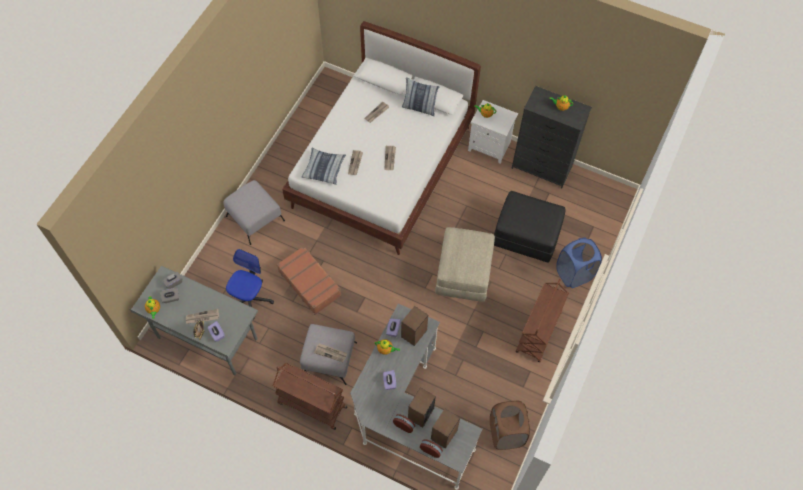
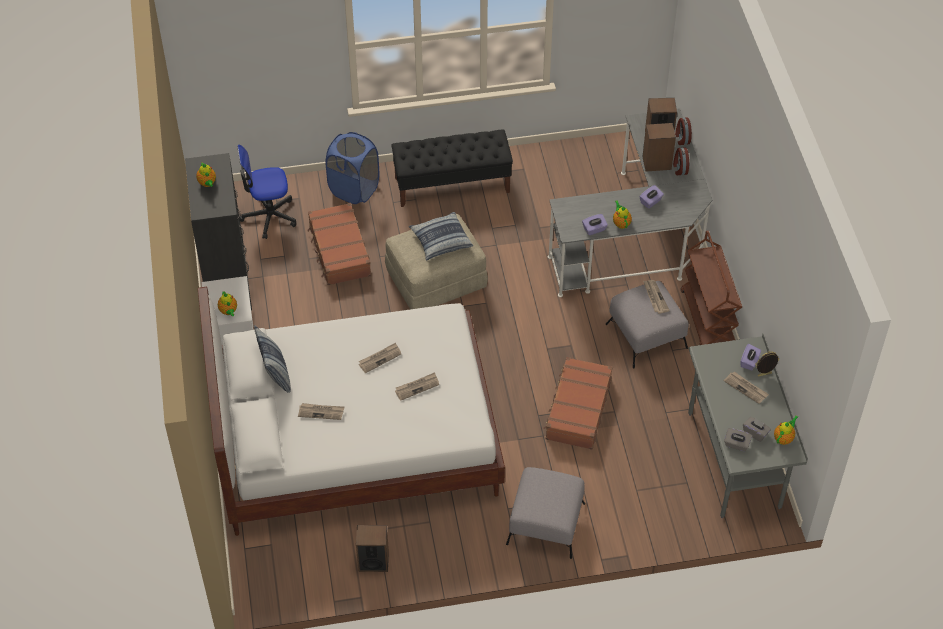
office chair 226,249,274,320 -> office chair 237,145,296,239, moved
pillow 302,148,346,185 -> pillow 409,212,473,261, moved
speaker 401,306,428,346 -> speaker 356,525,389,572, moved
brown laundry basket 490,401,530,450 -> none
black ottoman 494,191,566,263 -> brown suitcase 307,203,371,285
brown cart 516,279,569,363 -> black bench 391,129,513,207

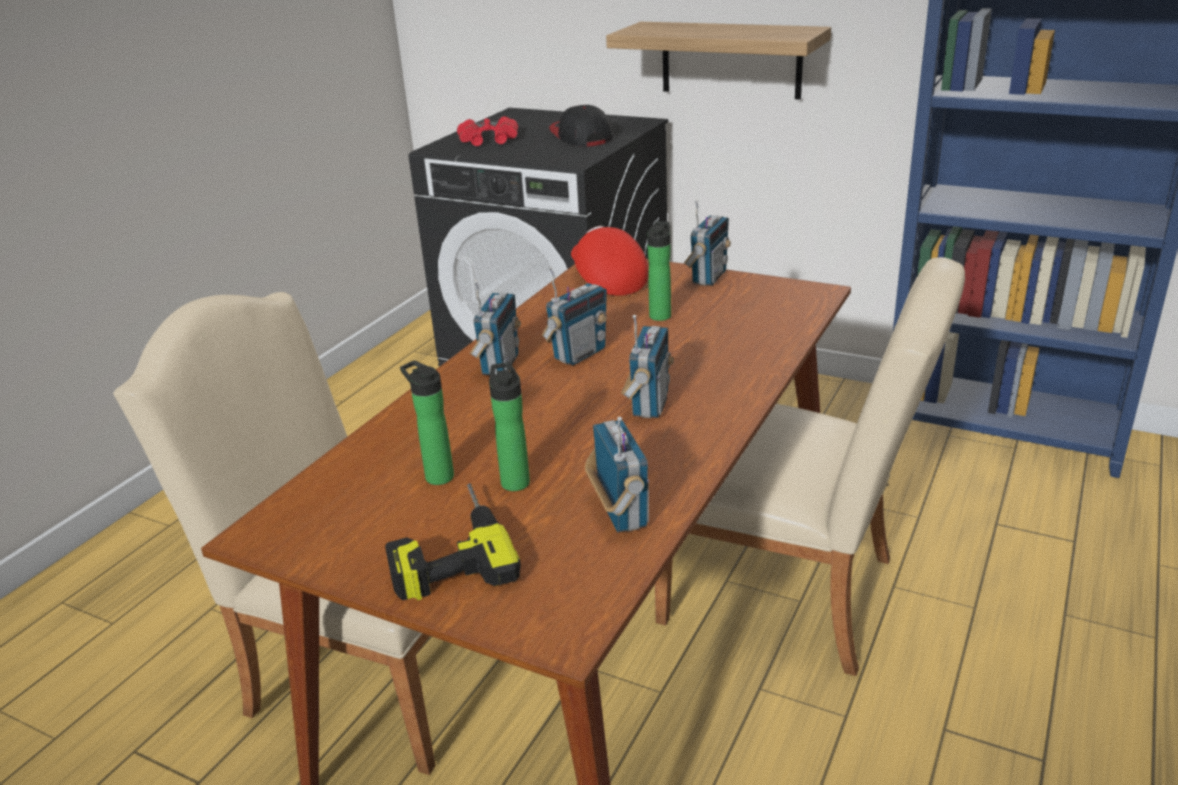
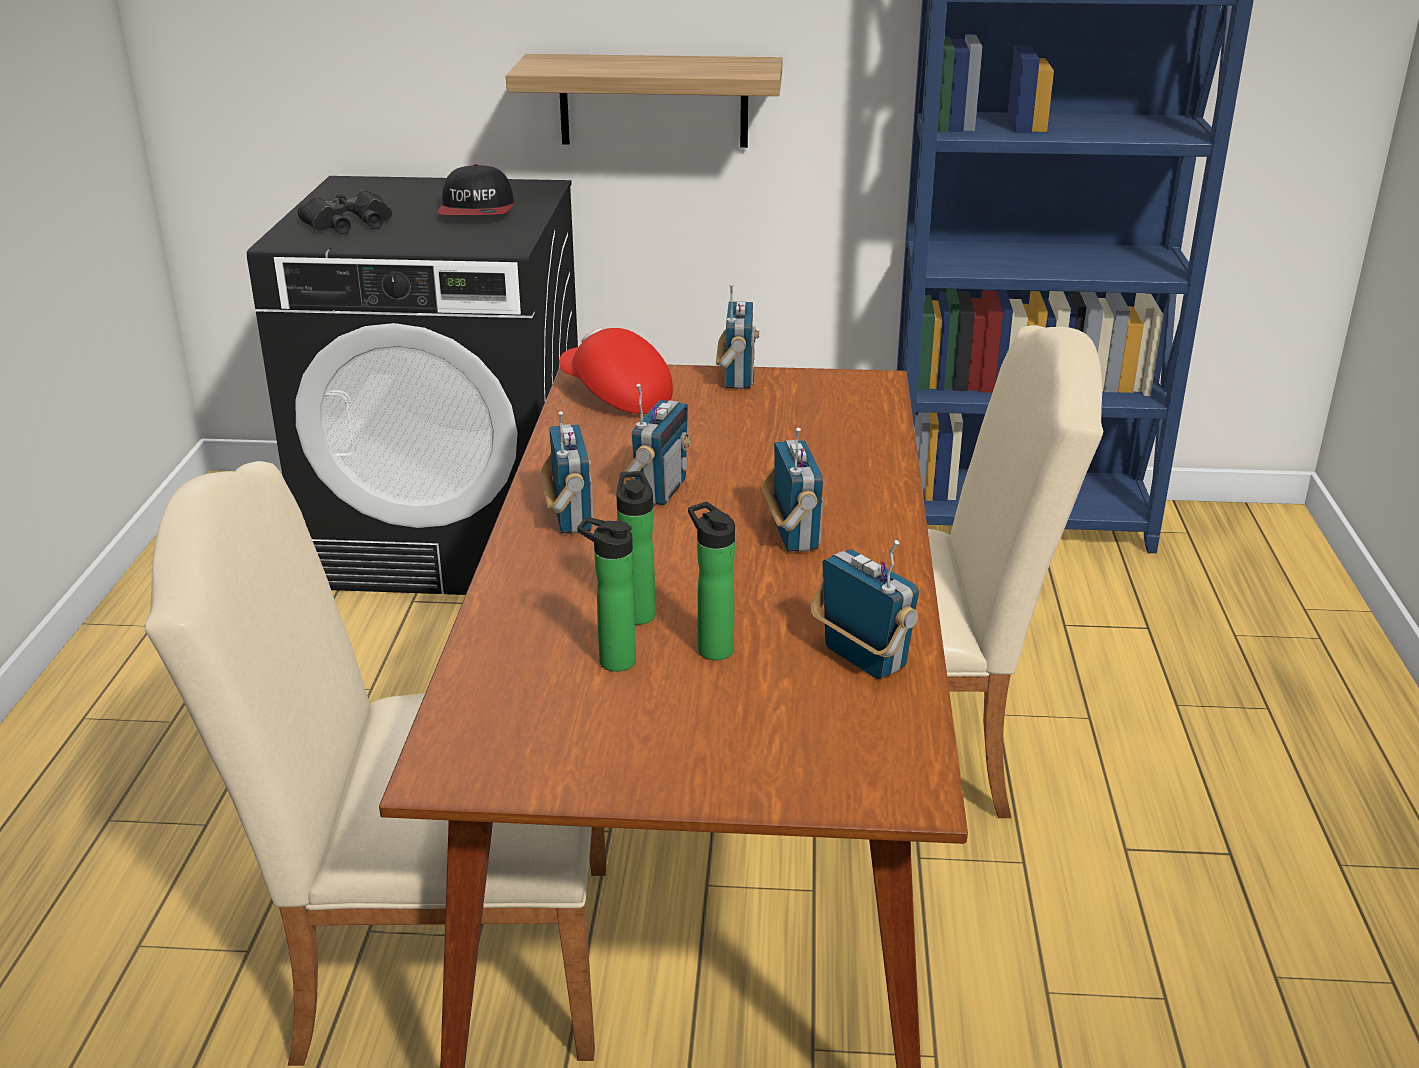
power drill 385,483,521,601 -> none
red binoculars 457,116,518,146 -> black binoculars 298,190,392,234
cap 549,105,614,147 -> cap 437,164,514,215, 135 degrees counterclockwise
bottle 647,221,671,321 -> bottle 616,471,655,625, moved

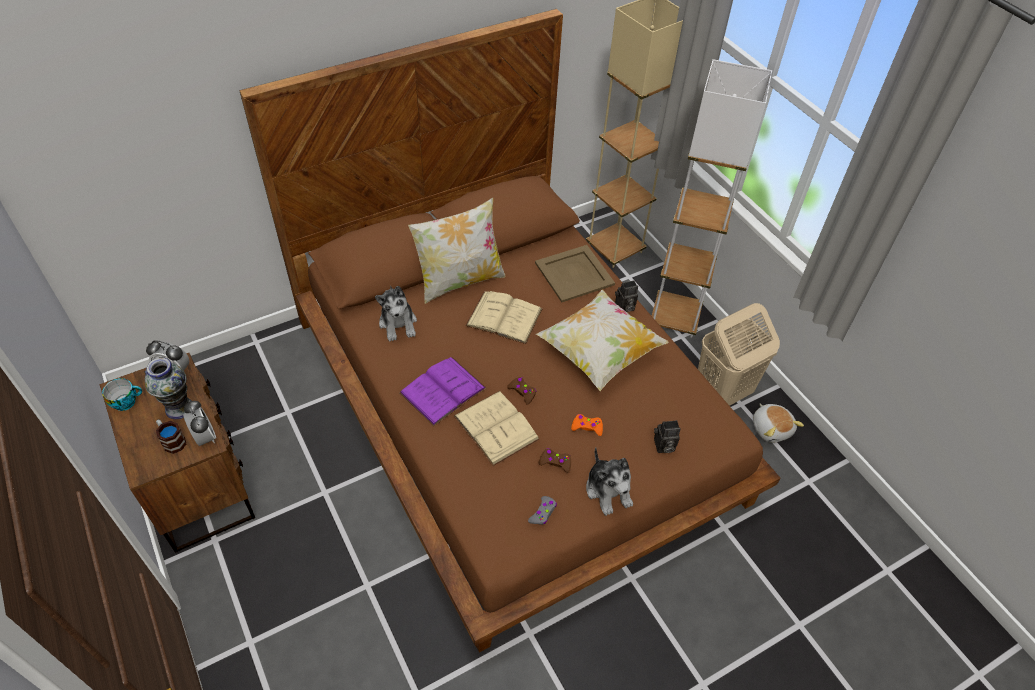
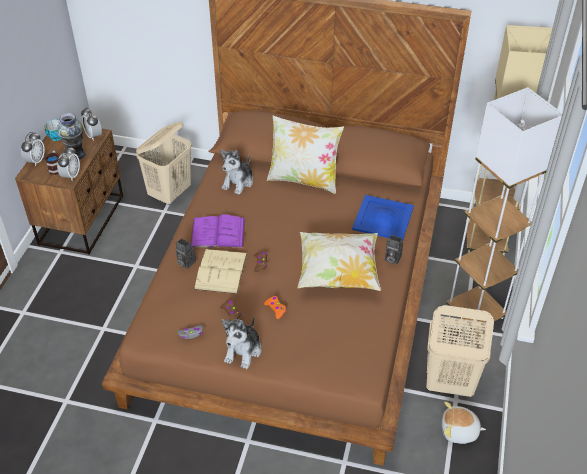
beige book 465,291,542,344 -> none
beige tray 535,245,615,303 -> blue tray 352,195,414,241
photo camera 654,420,681,453 -> photo camera 176,238,196,269, moved
plush toy 753,404,804,443 -> plush toy 442,401,486,444, 75 degrees clockwise
none -> alarm clock 21,132,45,166
none -> beige laundry basket 136,122,192,205

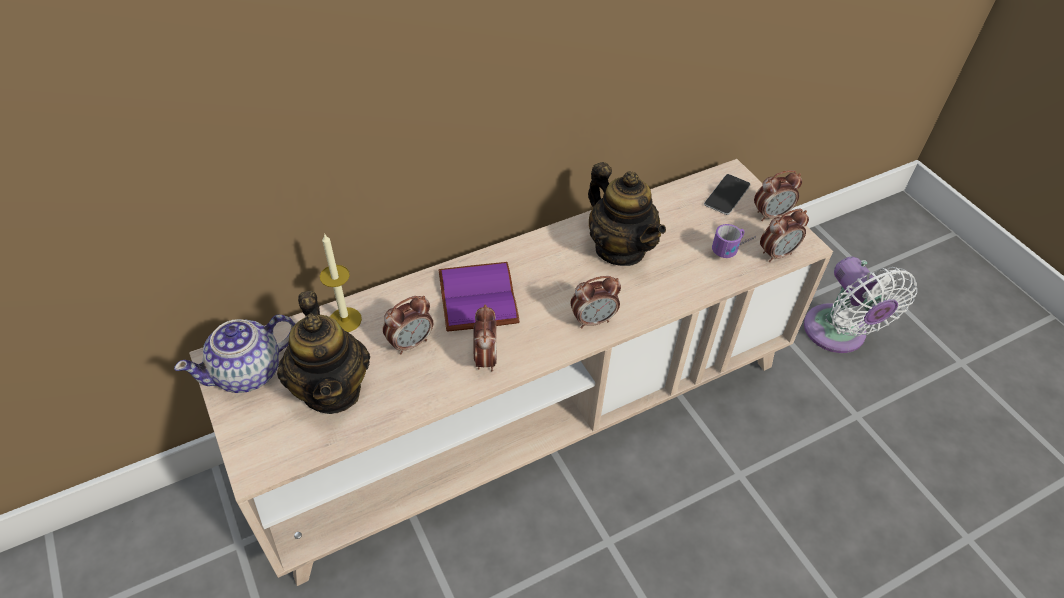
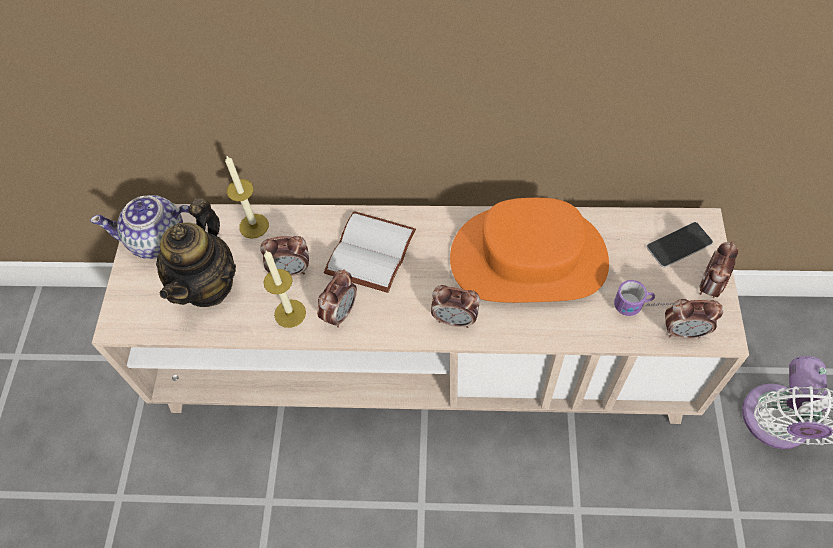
purple book 439,262,520,332 -> white book 324,211,416,293
teapot 588,162,666,266 -> orange hat 450,198,609,303
alarm clock 754,170,802,221 -> alarm clock 699,241,738,298, 105 degrees clockwise
none -> candle 263,251,306,328

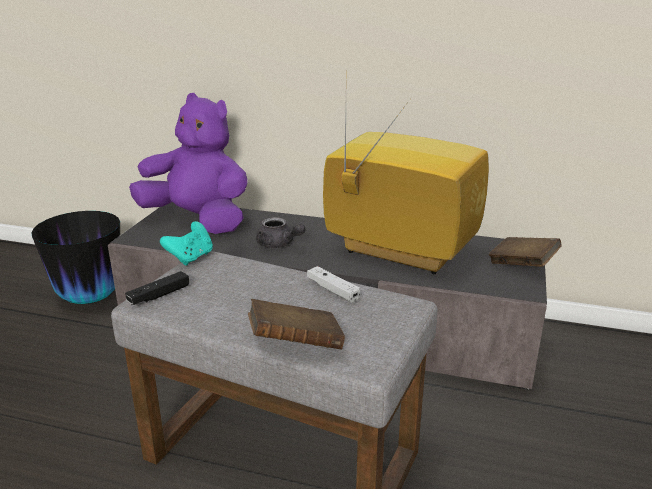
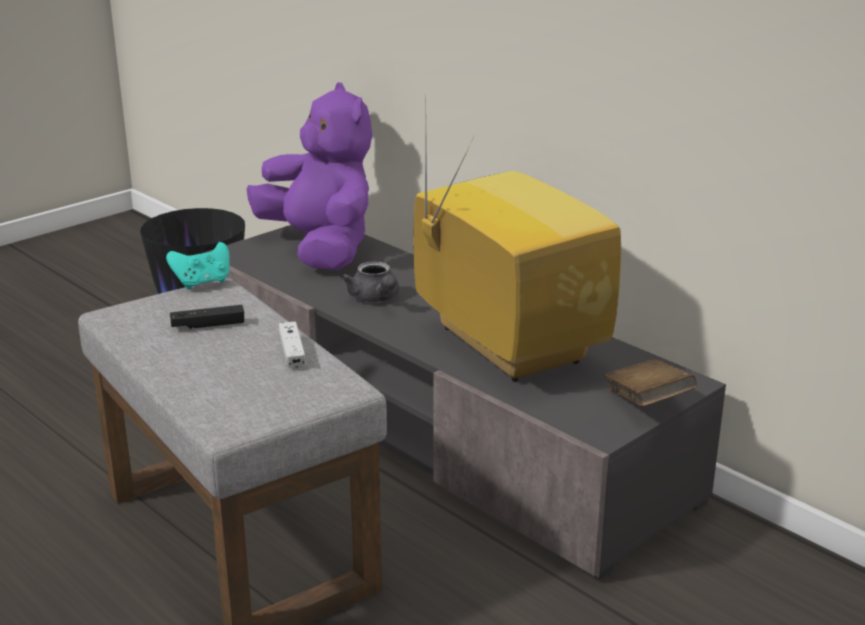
black game controller 125,271,189,305 -> black game controller 170,305,244,329, moved
brown book 248,299,345,349 -> none

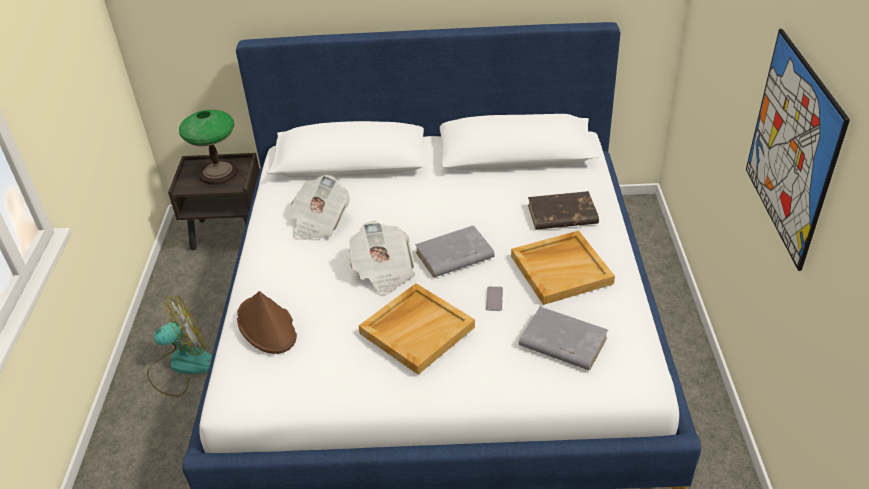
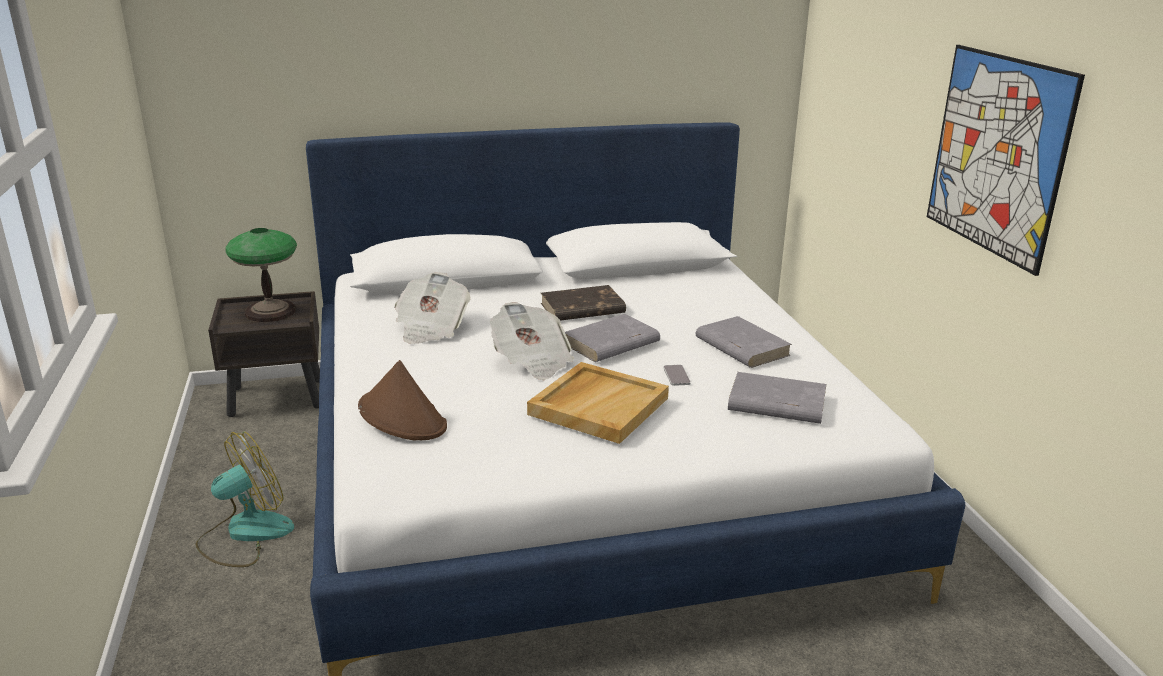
beige tray 511,230,615,305 -> grey book 695,316,792,368
brown book 528,191,599,230 -> brown book 541,285,626,321, moved

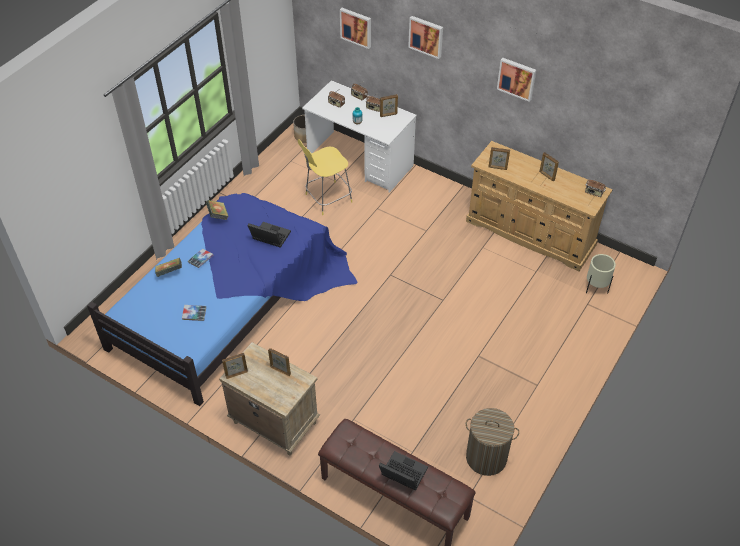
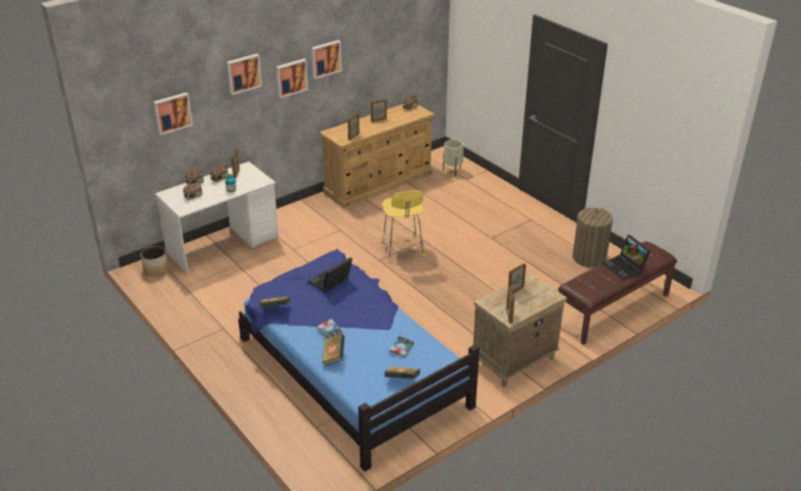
yellow stool 298,139,352,215 -> yellow stool 383,190,424,261, moved
laptop 379,451,428,491 -> laptop 603,235,651,280, 75 degrees counterclockwise
none -> picture 276,59,308,98
none -> book 384,367,420,379

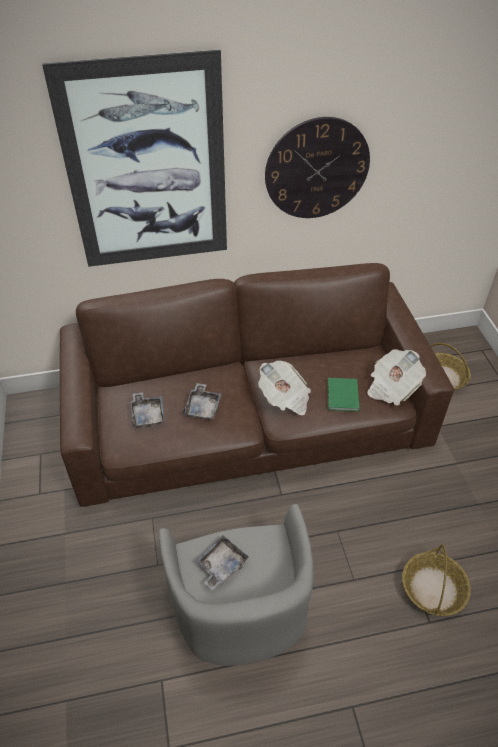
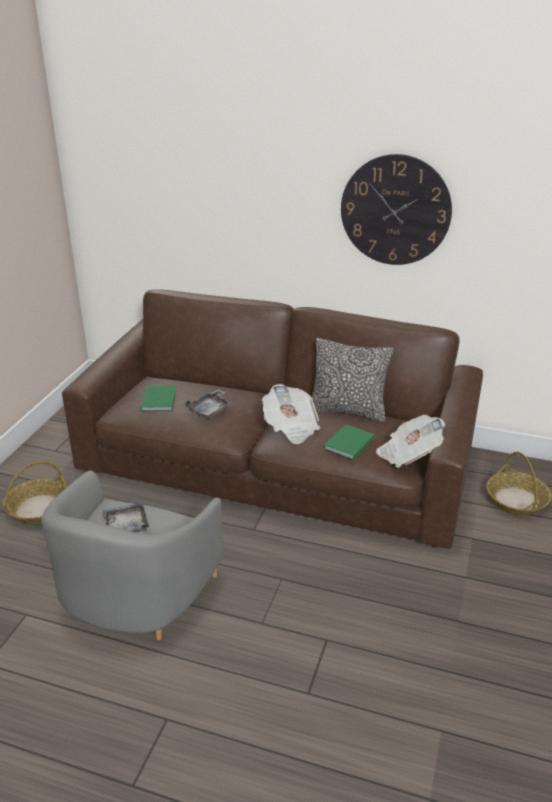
picture 42,50,227,267 -> none
grey tray 130,392,165,428 -> green book 141,386,176,411
basket 402,544,471,616 -> basket 3,461,67,524, moved
none -> pillow 312,338,394,422

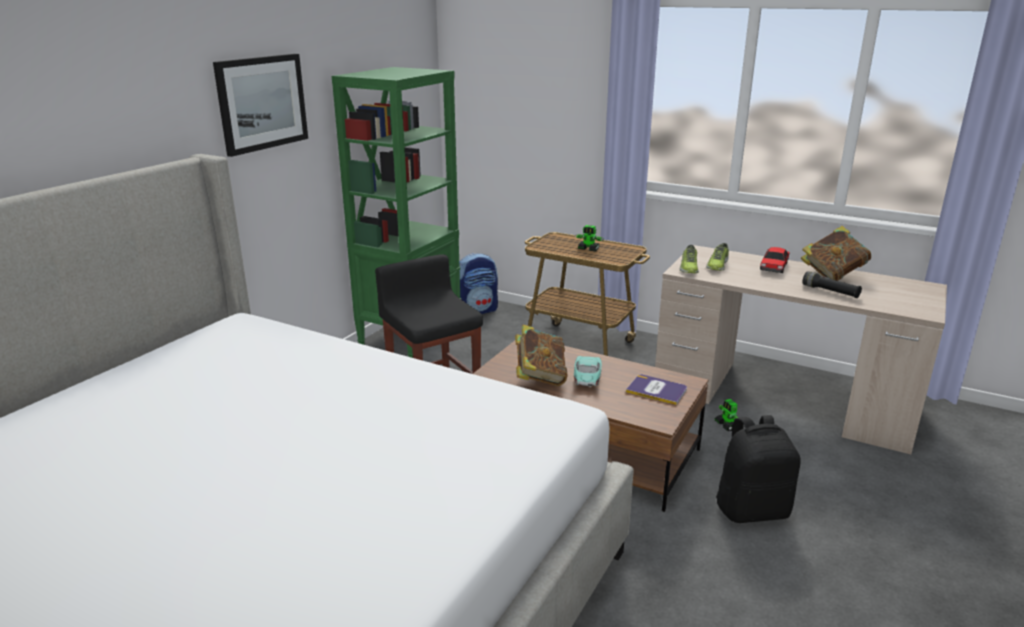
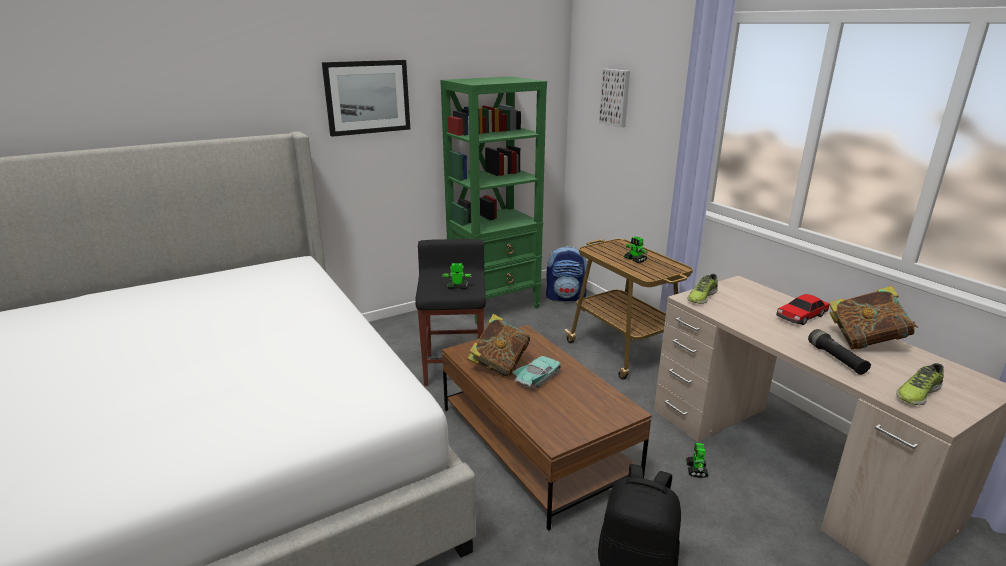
book 626,375,687,405 -> none
shoe 706,243,729,271 -> shoe 896,363,944,405, moved
none -> toy robot 442,263,472,289
none -> picture 599,69,630,127

